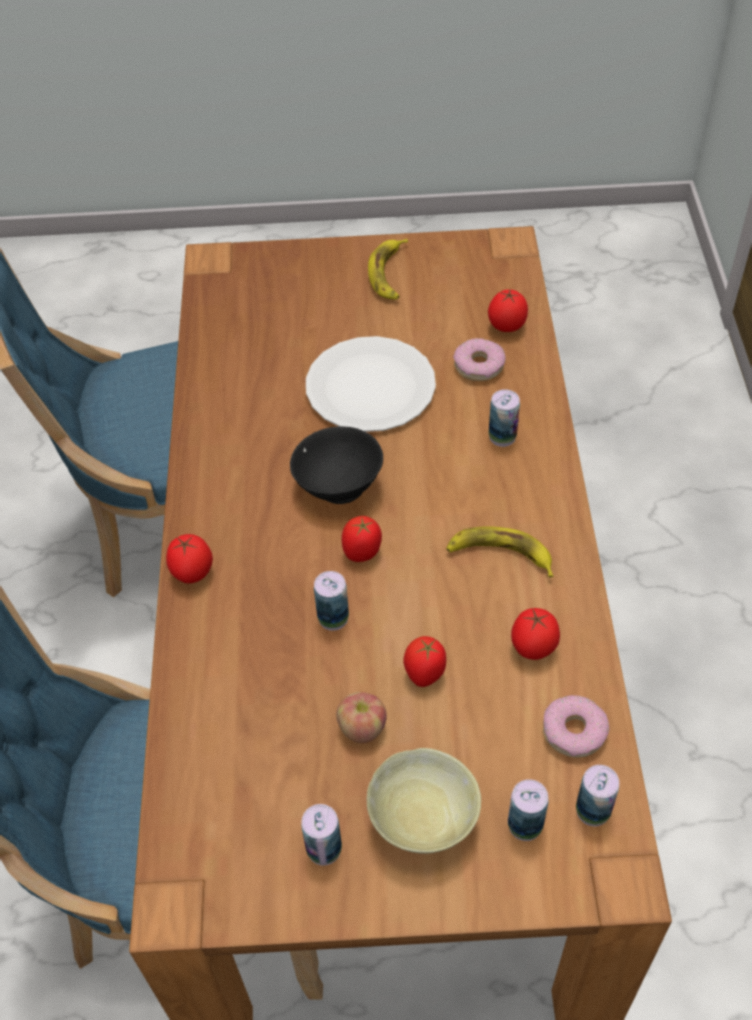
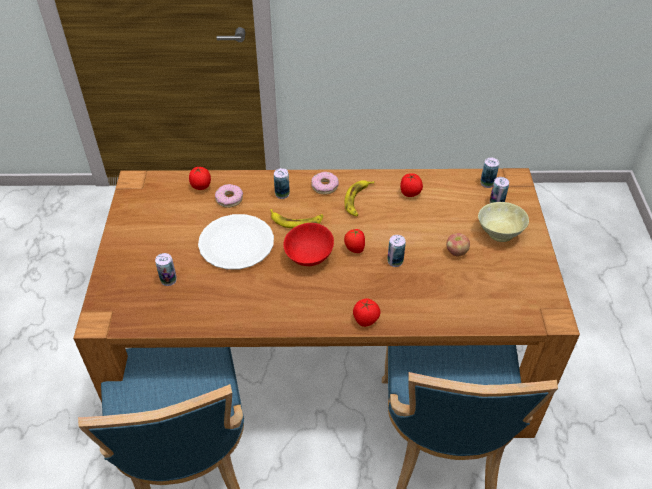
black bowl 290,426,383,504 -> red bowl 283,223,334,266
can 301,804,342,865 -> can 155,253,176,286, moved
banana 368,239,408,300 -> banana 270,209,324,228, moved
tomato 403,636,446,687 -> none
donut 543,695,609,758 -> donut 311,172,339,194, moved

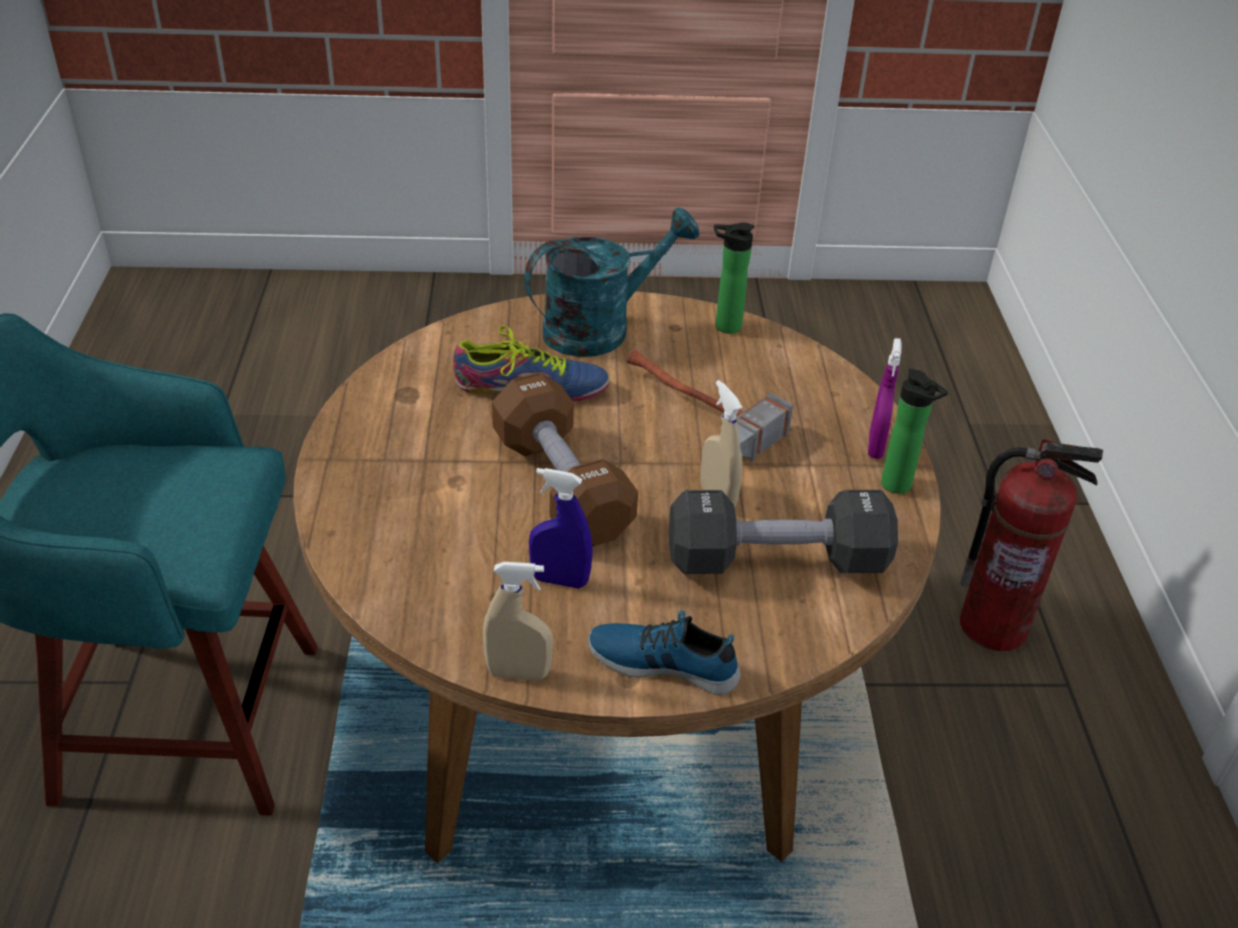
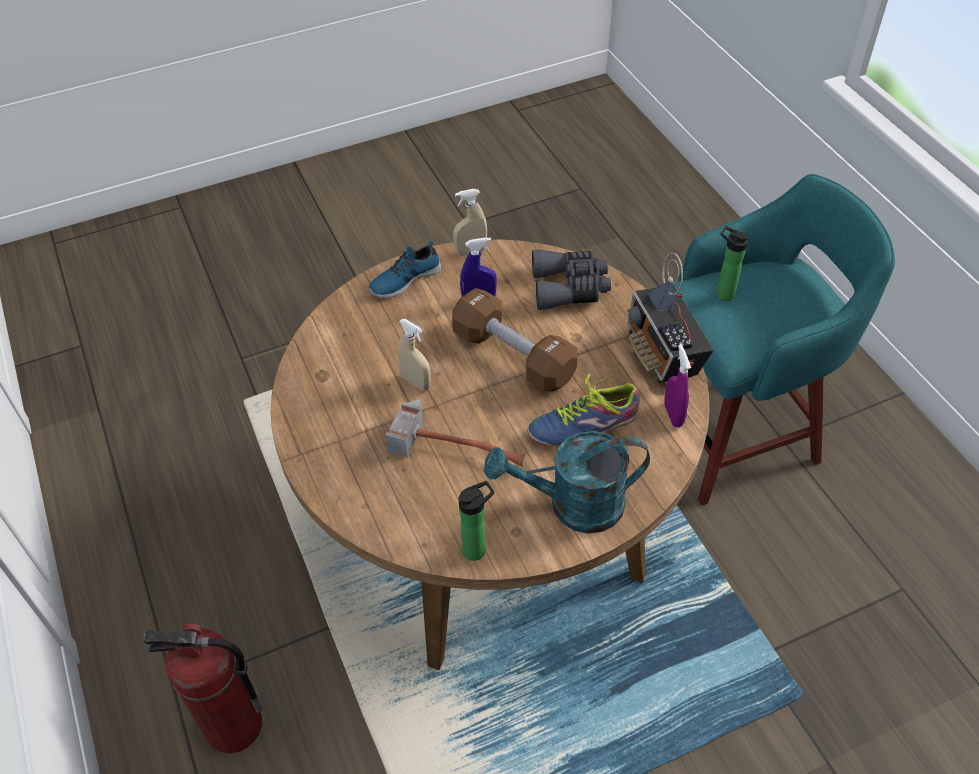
turquoise watering can 524,207,700,357 -> turquoise watering can 484,431,650,533, 45 degrees clockwise
shoe 588,610,740,695 -> shoe 369,241,441,298, 150 degrees clockwise
black dumbbell 669,490,898,574 -> none
purple spray bottle 868,338,902,459 -> purple spray bottle 664,344,691,427, moved
bottle 881,369,948,494 -> bottle 716,226,749,301, moved
none -> grey binoculars 532,250,611,310
none -> radio 627,252,714,383

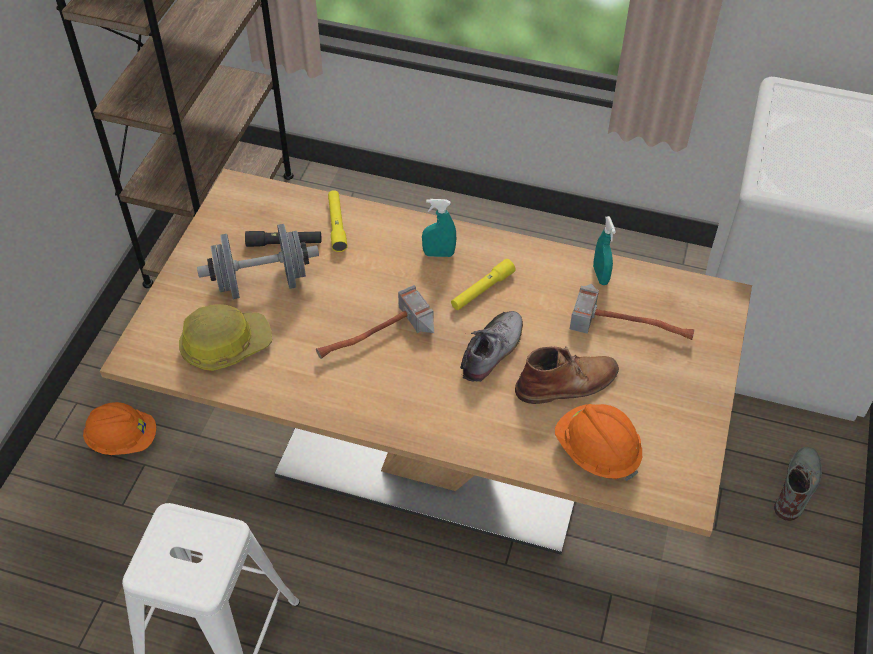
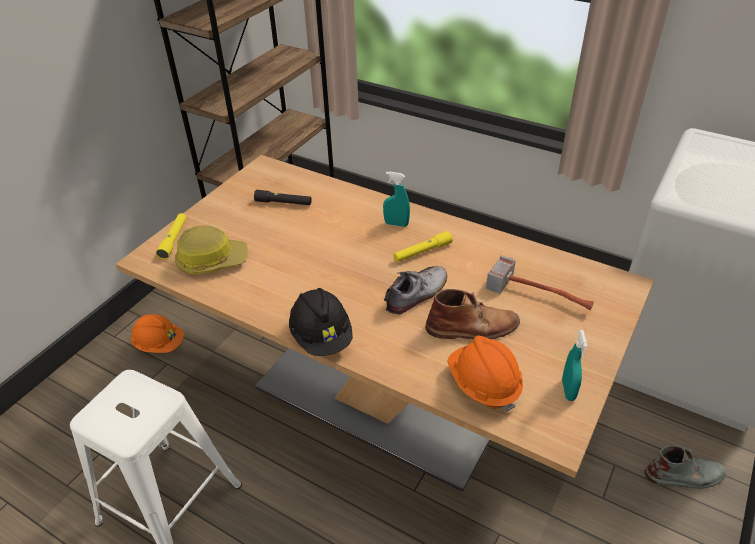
grey dumbbell 197,224,319,299 -> none
hammer 316,285,434,359 -> none
yellow flashlight 328,190,348,252 -> yellow flashlight 156,213,187,259, moved
turquoise spray bottle 593,216,616,285 -> turquoise spray bottle 562,330,587,401, moved
grey boot 774,447,822,521 -> grey boot 645,445,726,489, 45 degrees clockwise
none -> black hard hat 289,288,353,356

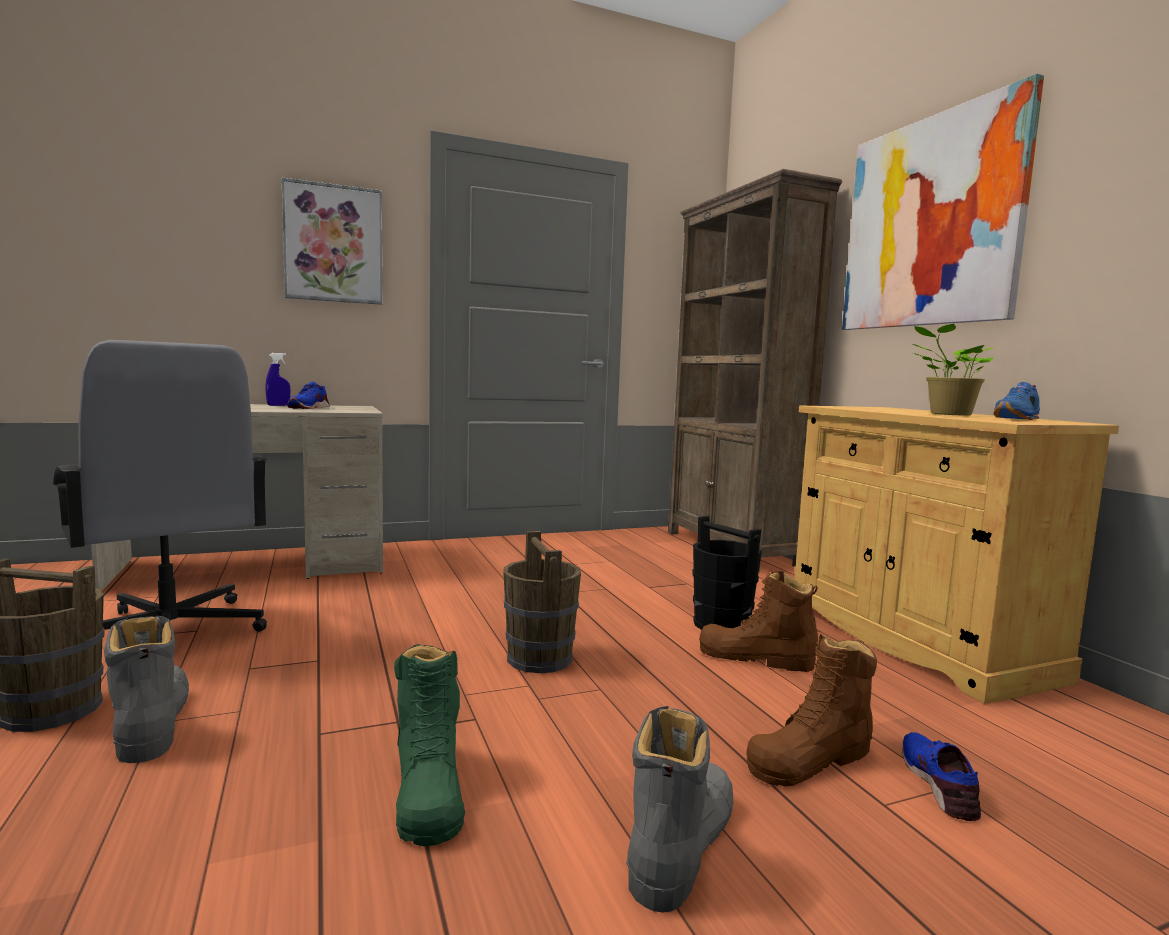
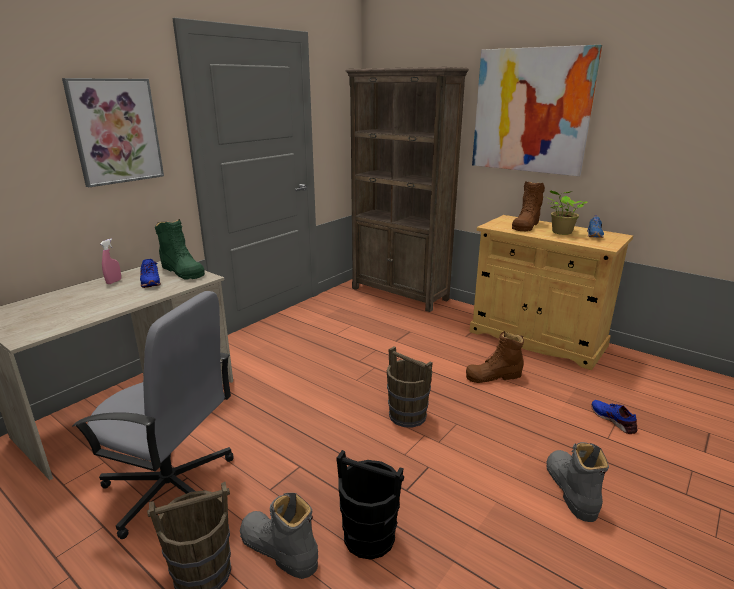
blue spray bottle 265,353,290,406 -> pink spray bottle 100,239,121,284
green boot 394,644,465,846 -> green boot 155,219,205,280, moved
black bucket 693,516,762,630 -> black bucket 336,450,404,560, moved
brown boot 746,634,877,786 -> brown boot 512,182,545,231, moved

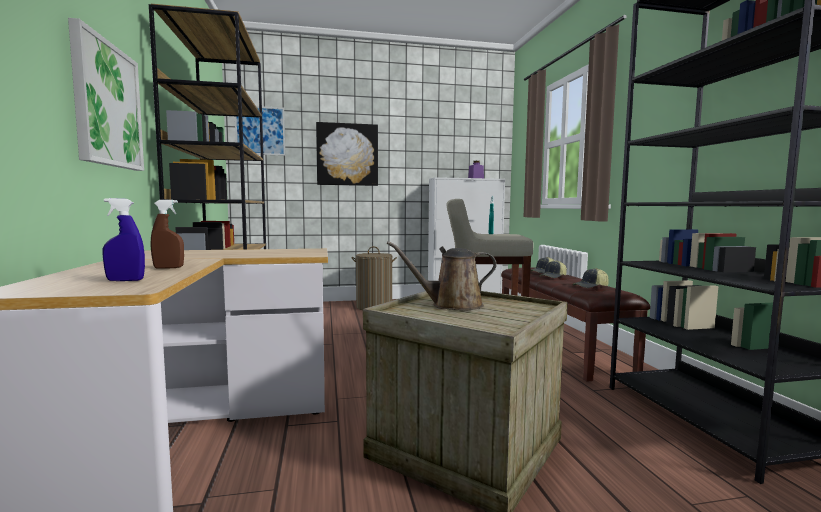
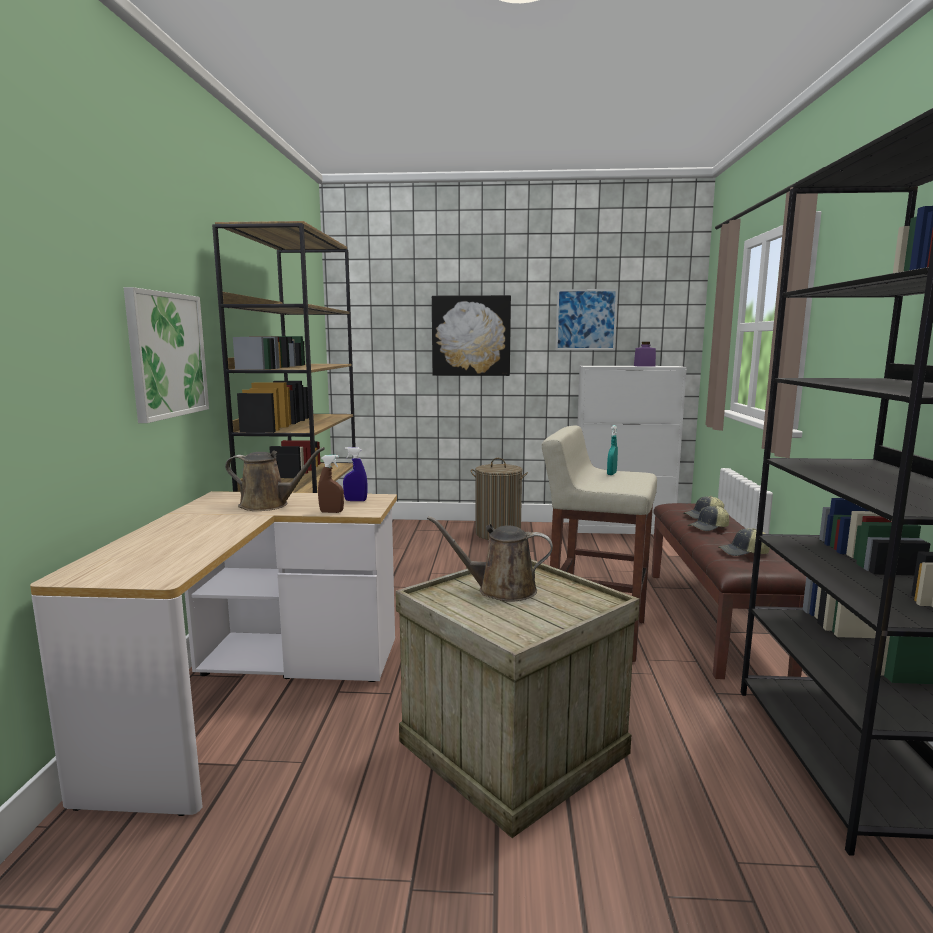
blue spray bottle 102,198,145,281 -> blue spray bottle 343,447,367,501, moved
brown spray bottle 151,200,184,269 -> brown spray bottle 318,455,344,513, moved
picture 235,106,285,156 -> picture 555,289,618,350, moved
none -> brown watering can 225,447,325,511

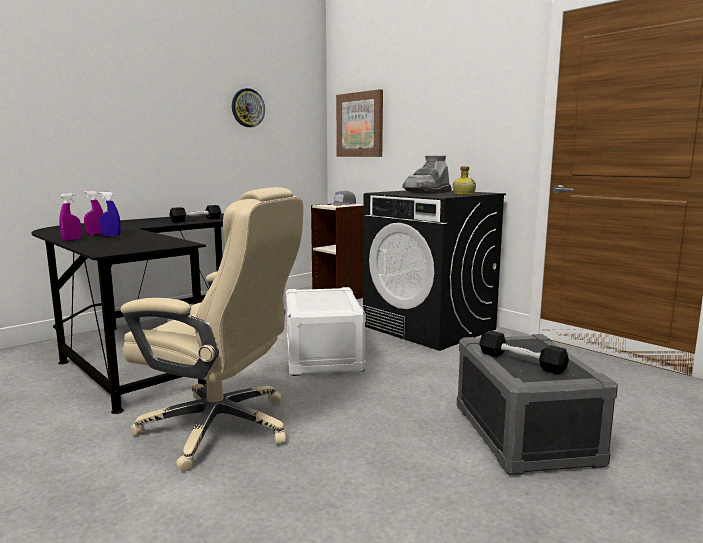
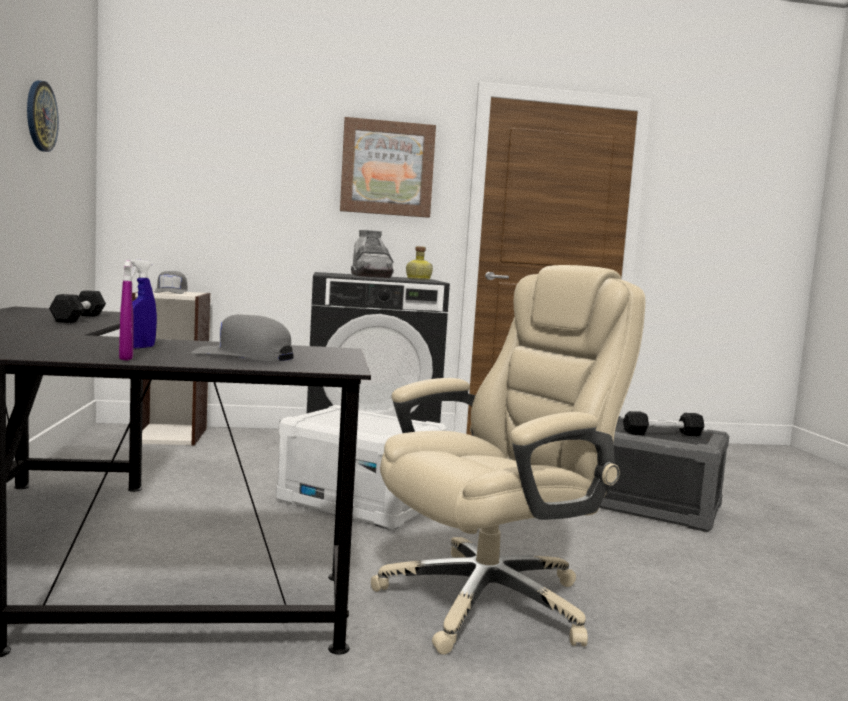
purple spray bottle 84,191,103,235 -> none
picture 336,89,383,157 -> picture 340,117,436,218, moved
none -> grey cap 191,314,293,361

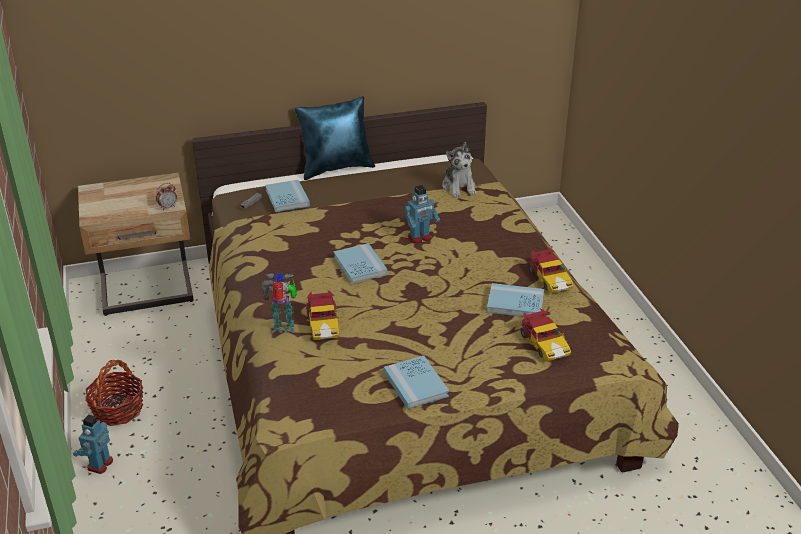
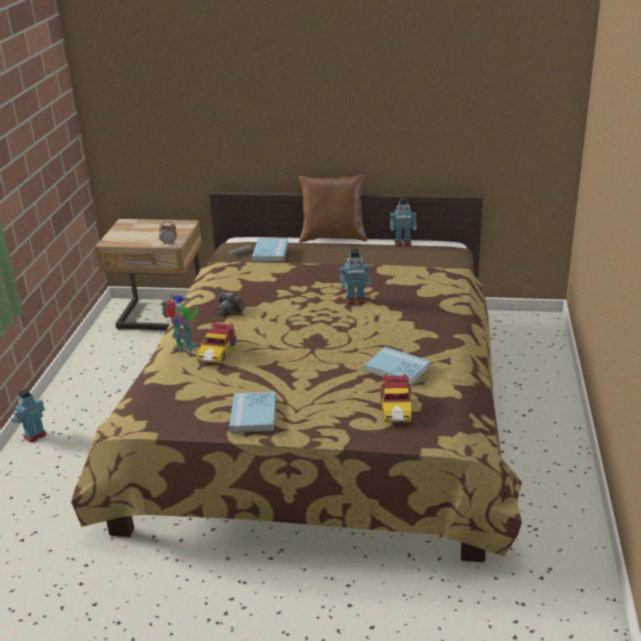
basket 85,360,143,426 -> none
blue pillow 294,96,375,180 -> brown pillow 299,174,367,243
blue book 334,243,387,284 -> none
plush toy 442,142,476,197 -> none
toy car 529,247,574,293 -> none
none -> photo camera 217,292,243,316
none -> toy robot 390,197,417,246

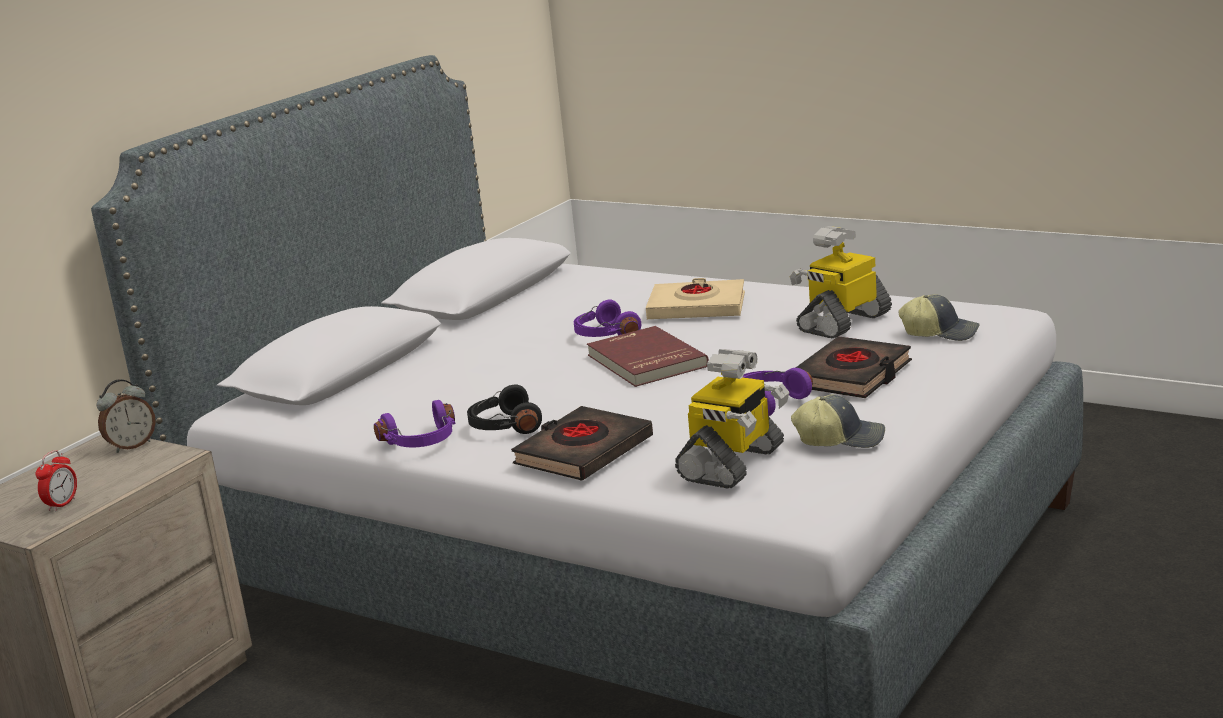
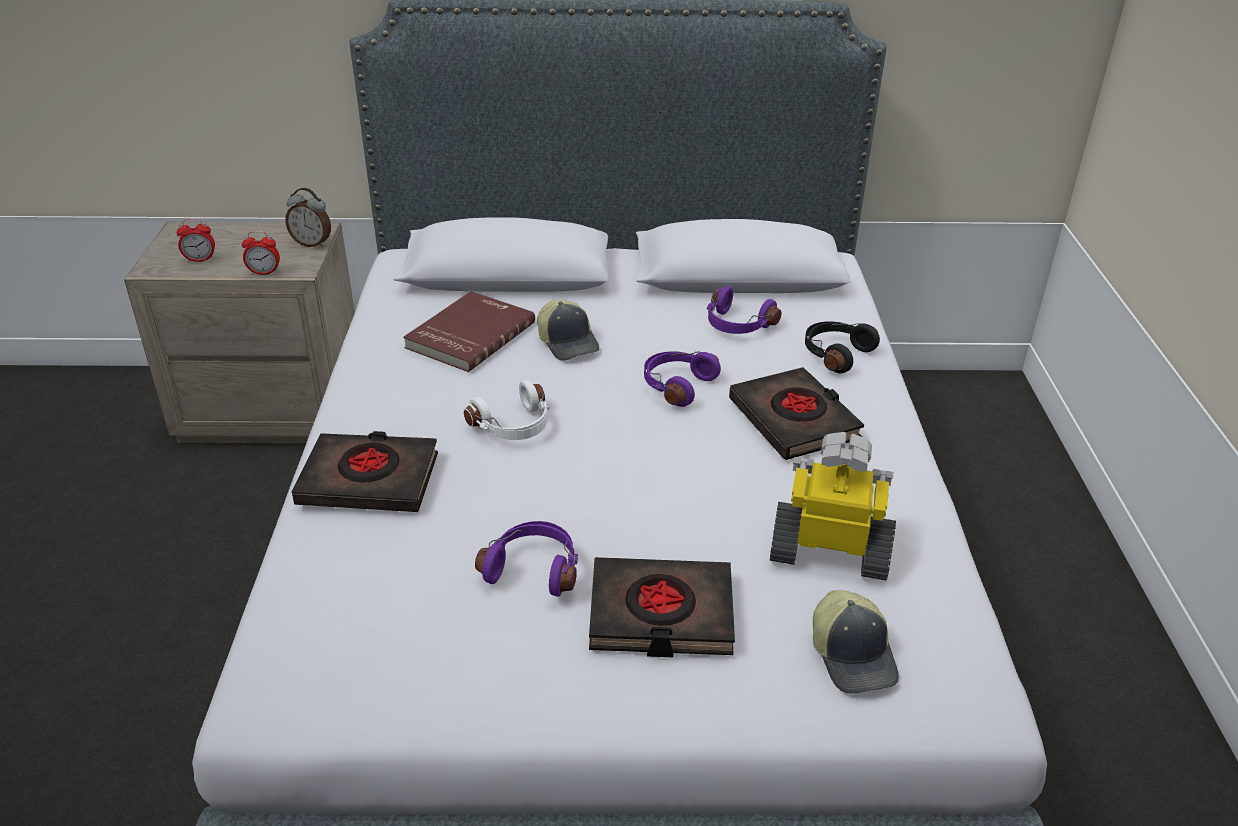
purple headphones 374,400,455,447 -> purple headphones 707,286,782,334, moved
black headphones 467,384,542,434 -> black headphones 805,321,880,373, moved
red book 587,326,709,387 -> red book 403,291,535,372, moved
beige book 646,278,745,319 -> black book 729,367,864,460
toy robot 675,349,789,489 -> none
cap 791,395,885,448 -> cap 537,300,599,361, moved
none -> alarm clock 242,231,280,275
none -> white headphones 464,380,550,440

